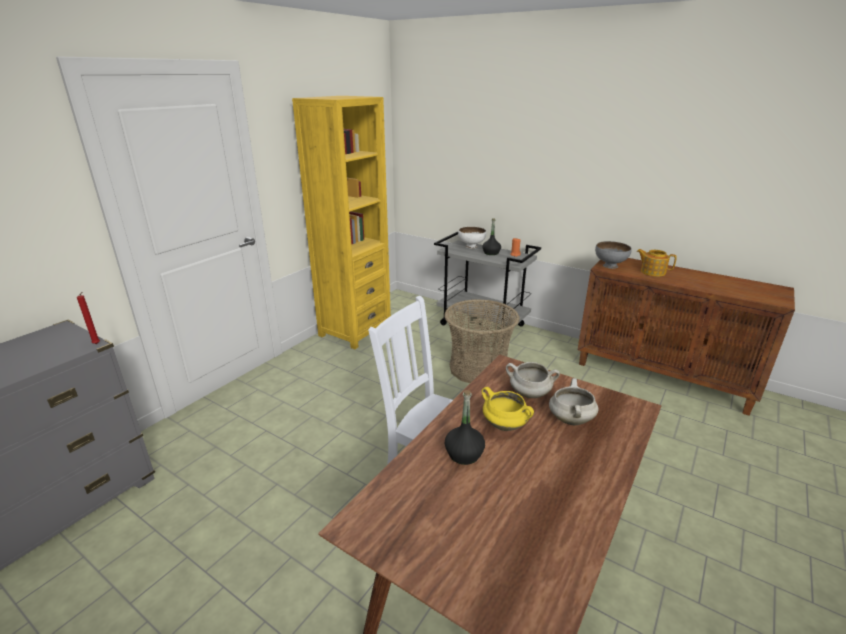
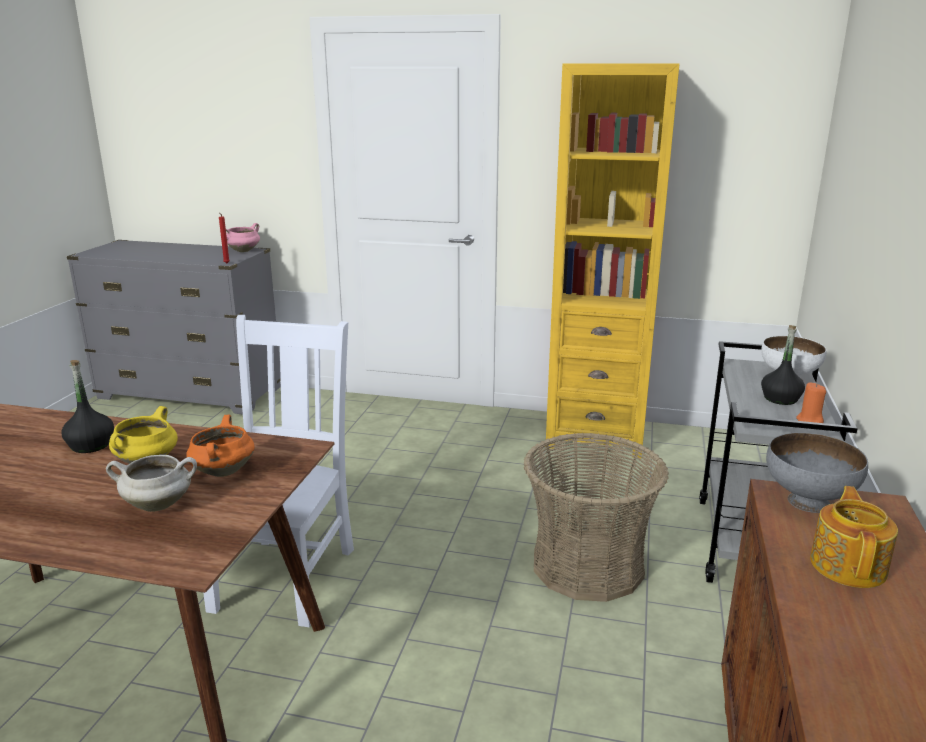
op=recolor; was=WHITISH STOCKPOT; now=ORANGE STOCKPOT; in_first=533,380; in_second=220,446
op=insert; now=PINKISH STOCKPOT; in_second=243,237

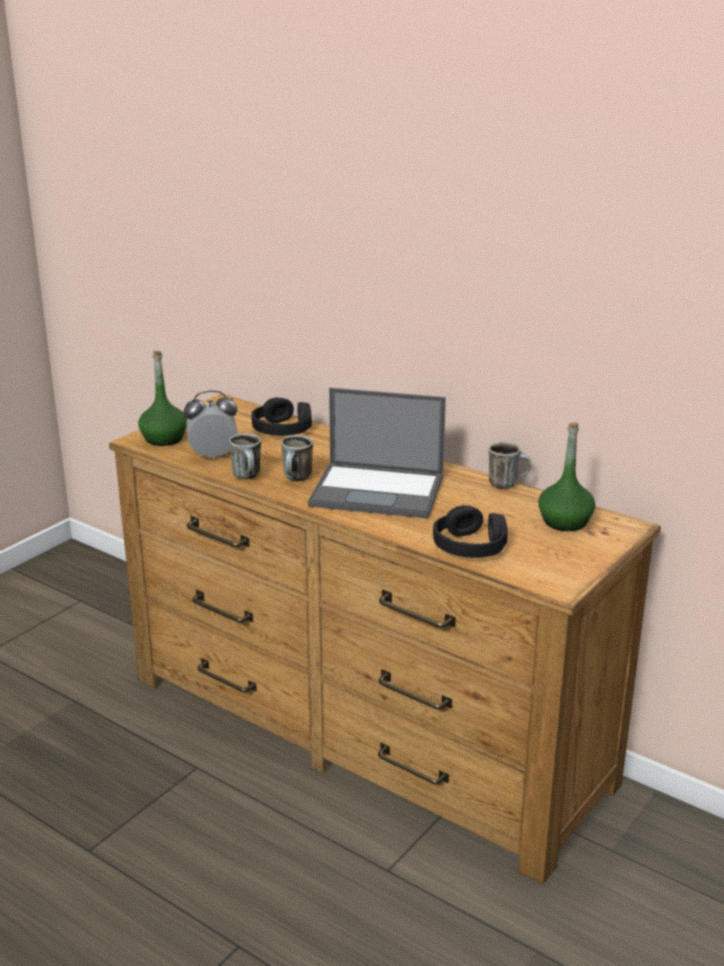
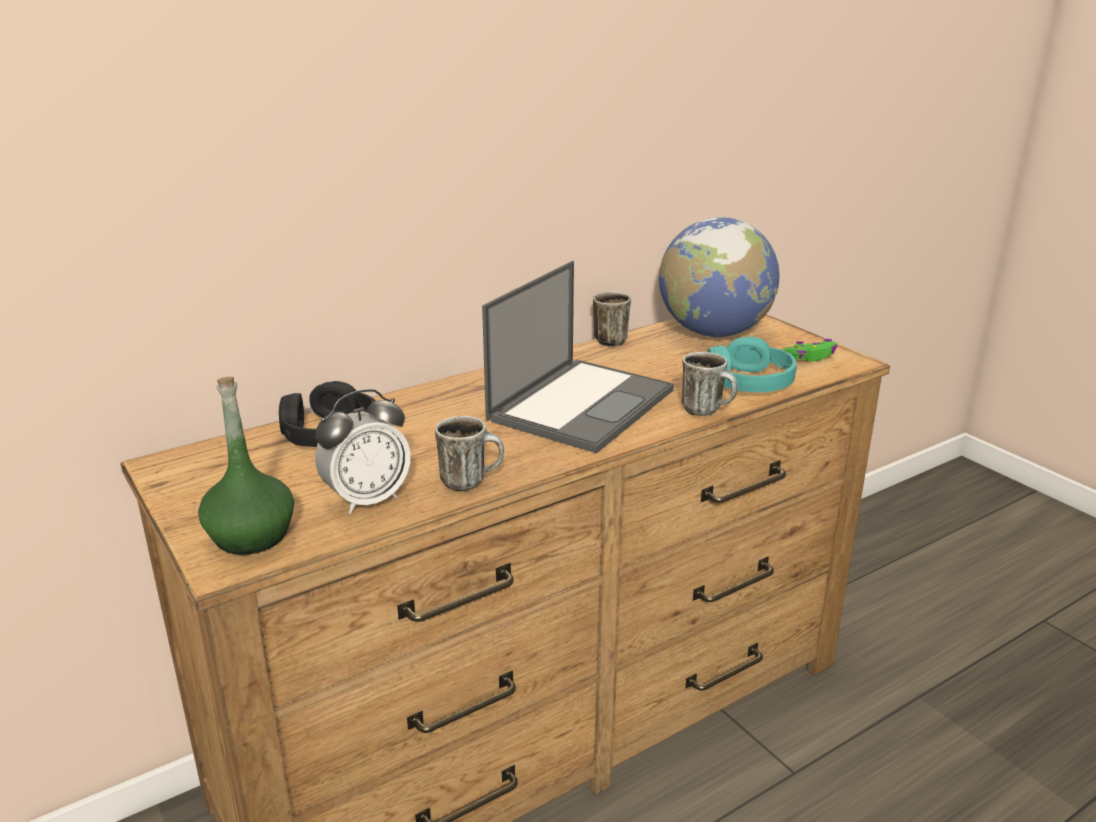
op=rotate; was=ALARM CLOCK; in_first=211,425; in_second=363,451; clockwise=-135
op=replace; was=GREENISH BOTTLE; now=DESK GLOBE; in_first=566,477; in_second=719,277
op=move; was=MUG; in_first=297,458; in_second=710,384
op=recolor; was=BLACKISH HEADSET; now=TURQUOISE-COLOURED HEADSET; in_first=470,531; in_second=752,364
op=insert; now=GREENISH GAMEPAD; in_second=810,350

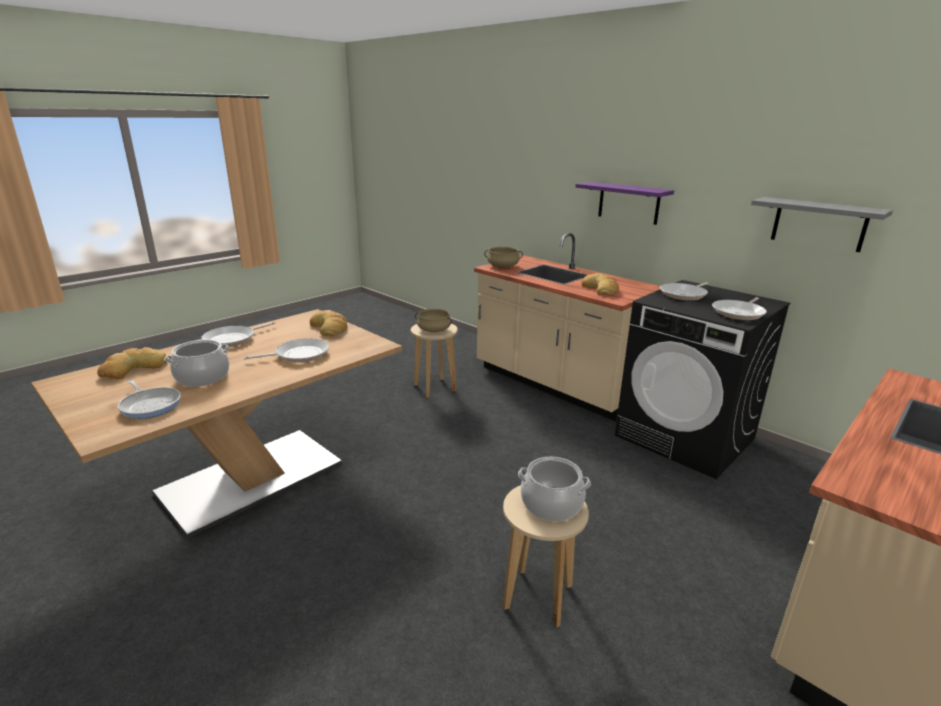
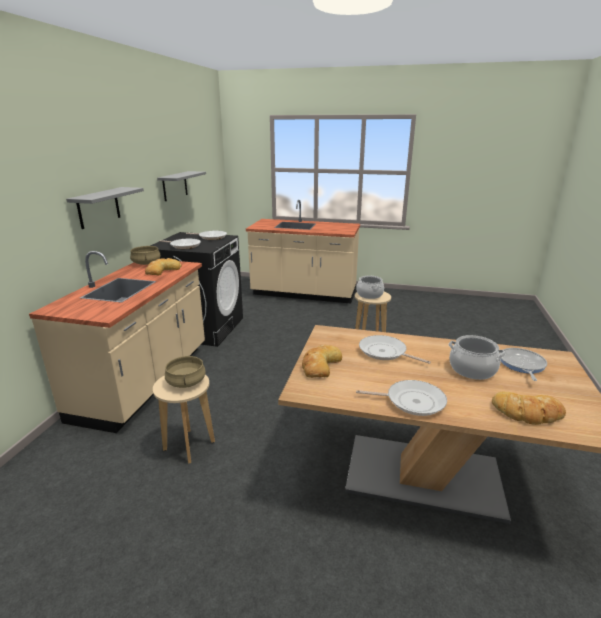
op=recolor; was=PURPLE-COLOURED SHELF; now=GREY SHELF; in_first=624,203; in_second=105,208
op=move; was=SAND-COLOURED STOCKPOT; in_first=503,257; in_second=145,255

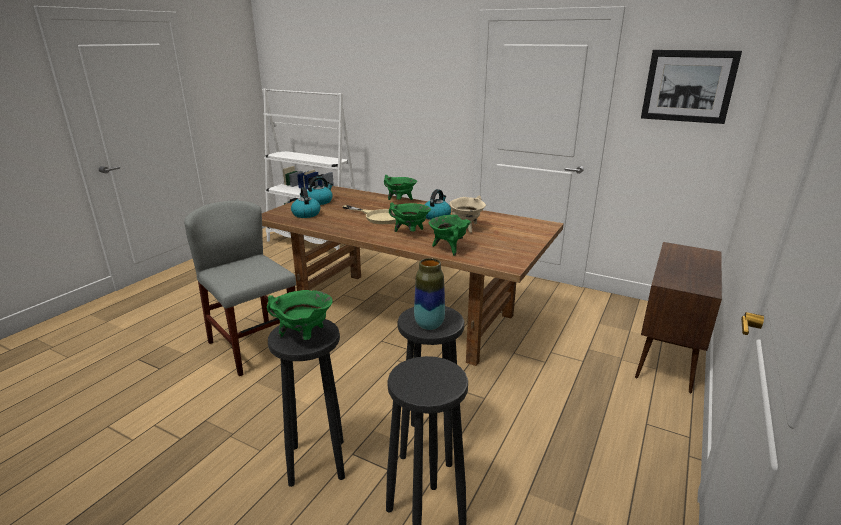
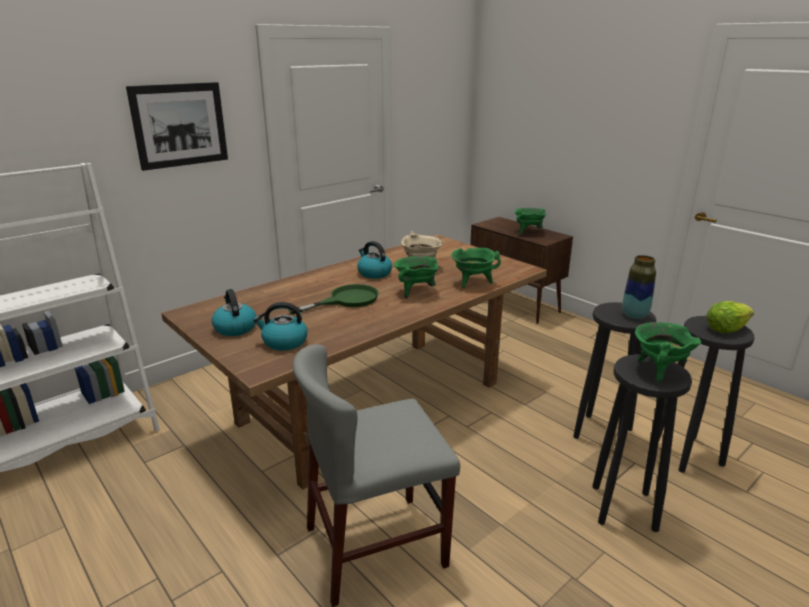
op=move; was=PICTURE; in_first=691,87; in_second=177,126
op=recolor; was=SAND-COLOURED PAN; now=GREENISH PAN; in_first=369,214; in_second=333,299
op=move; was=GREENISH STOCKPOT; in_first=400,187; in_second=530,221
op=insert; now=LETTUCE; in_second=730,317

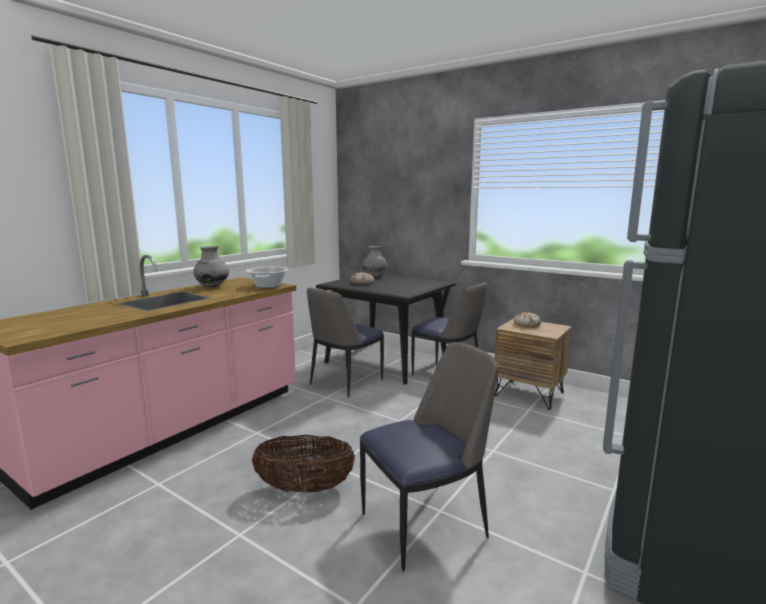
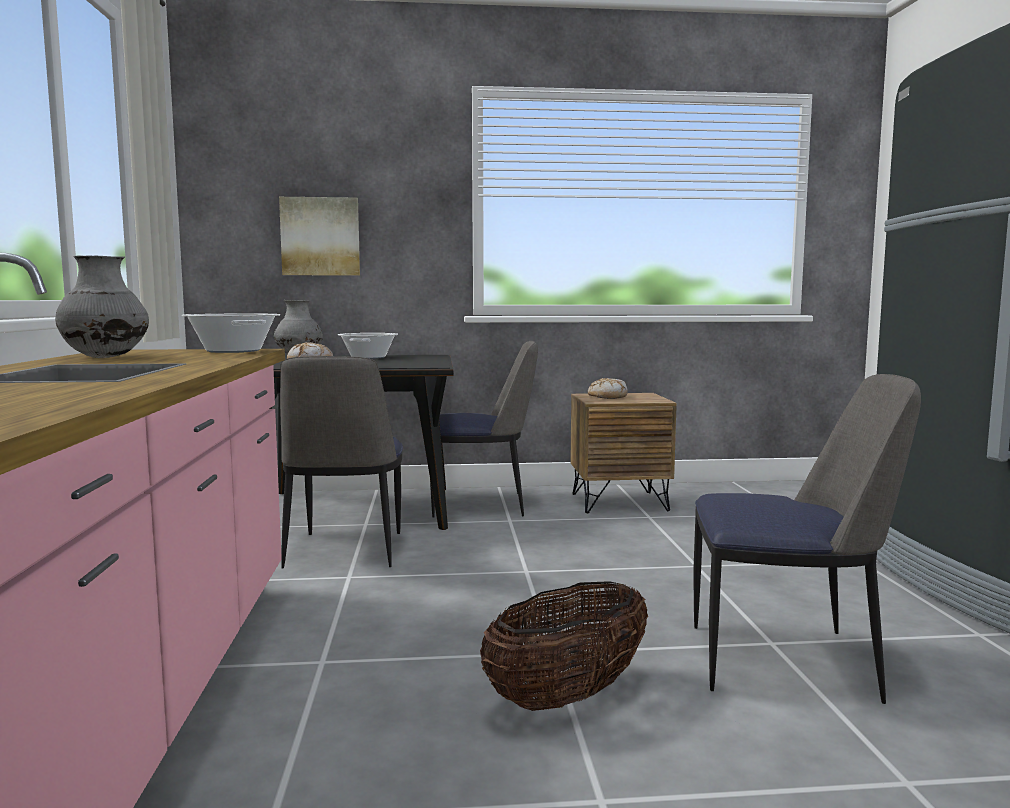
op=insert; now=PICTURE; in_second=319,236
op=insert; now=STOCKPOT; in_second=368,346
op=rotate; was=CHAIR; in_first=429,456; in_second=807,539; clockwise=75

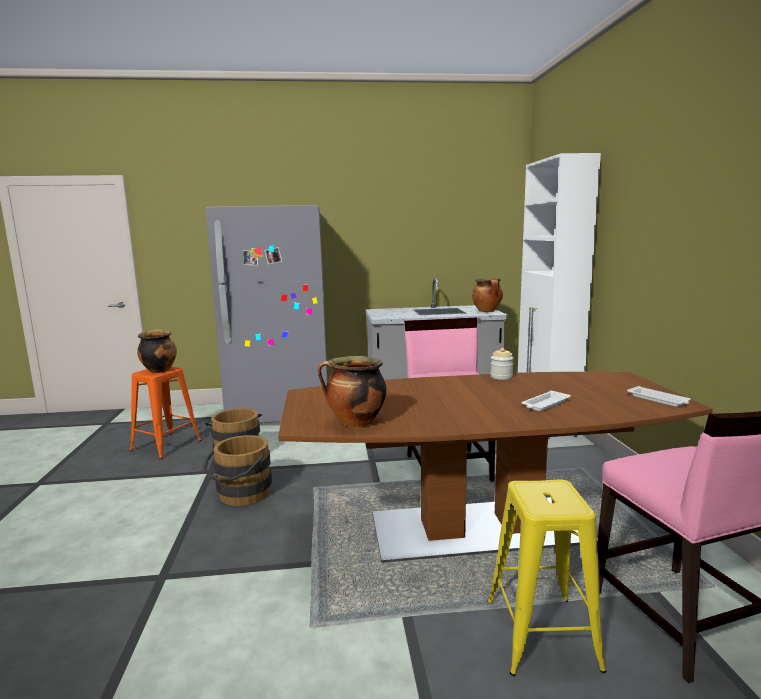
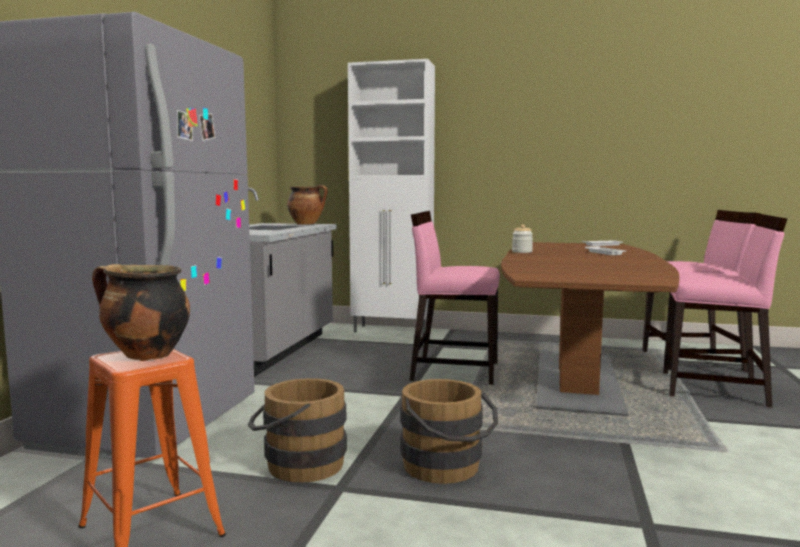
op=replace; was=YELLOW SITTING STOOL; now=PINKISH CHAIR; in_first=547,577; in_second=725,311
op=delete; was=STOCKPOT; in_first=352,391

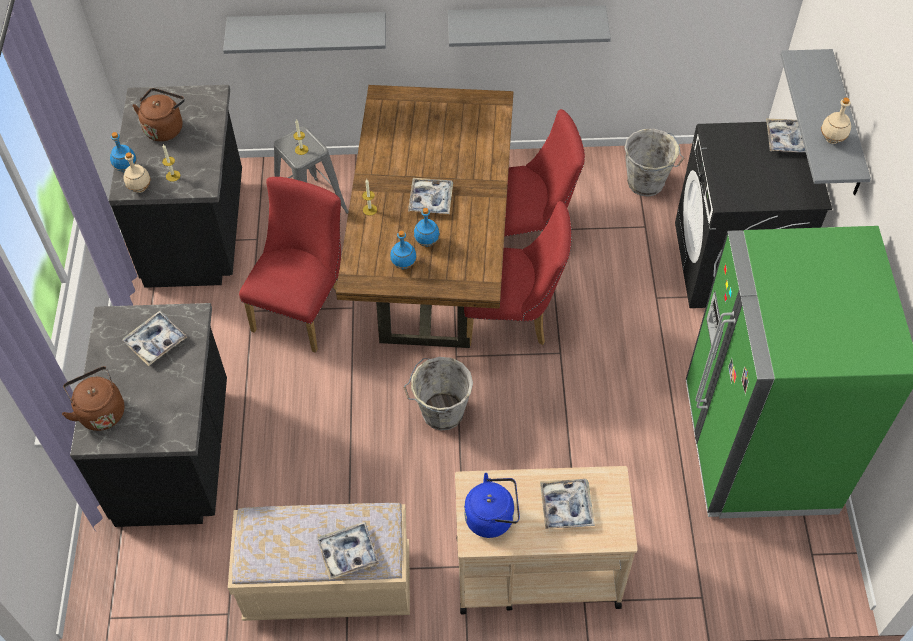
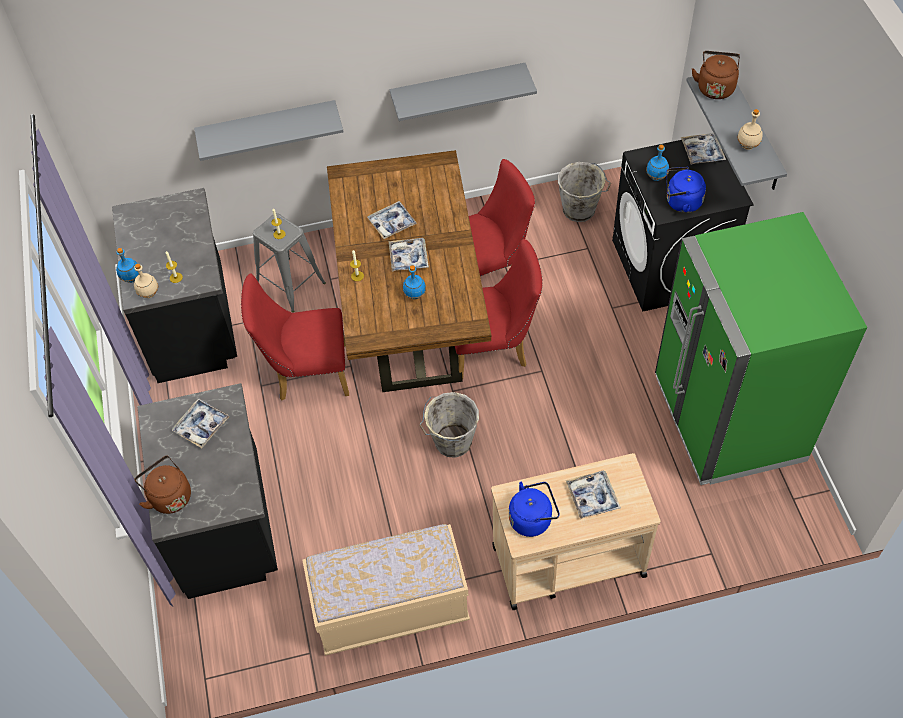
op=rotate; was=REDDISH CHAIR; in_first=290,265; in_second=295,337; clockwise=-105
op=move; was=TRAY; in_first=348,551; in_second=392,220
op=move; was=BLUISH BOTTLE; in_first=403,250; in_second=657,162
op=insert; now=BLUISH WATER KETTLE; in_second=686,190
op=move; was=BROWN-COLOURED WATER KETTLE; in_first=158,114; in_second=716,75

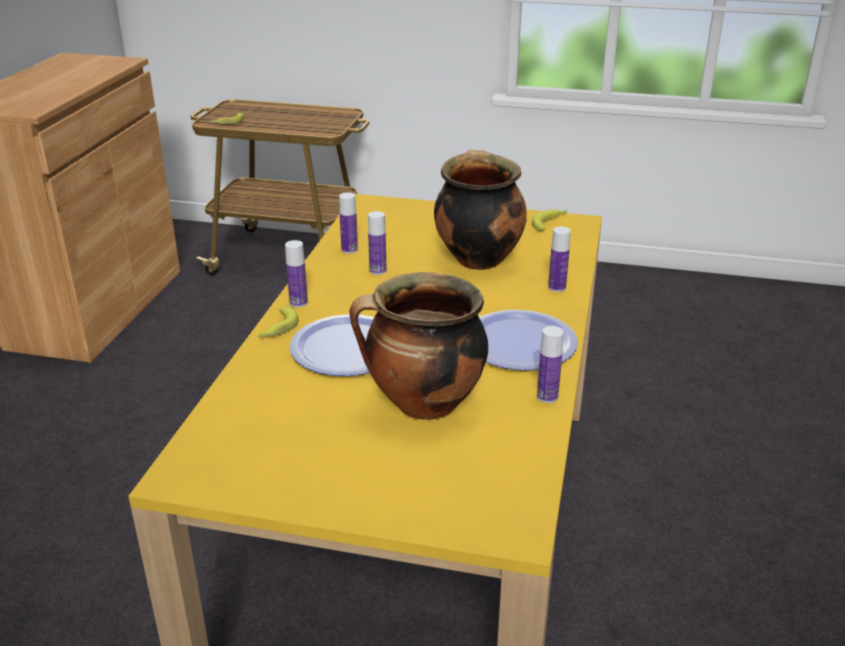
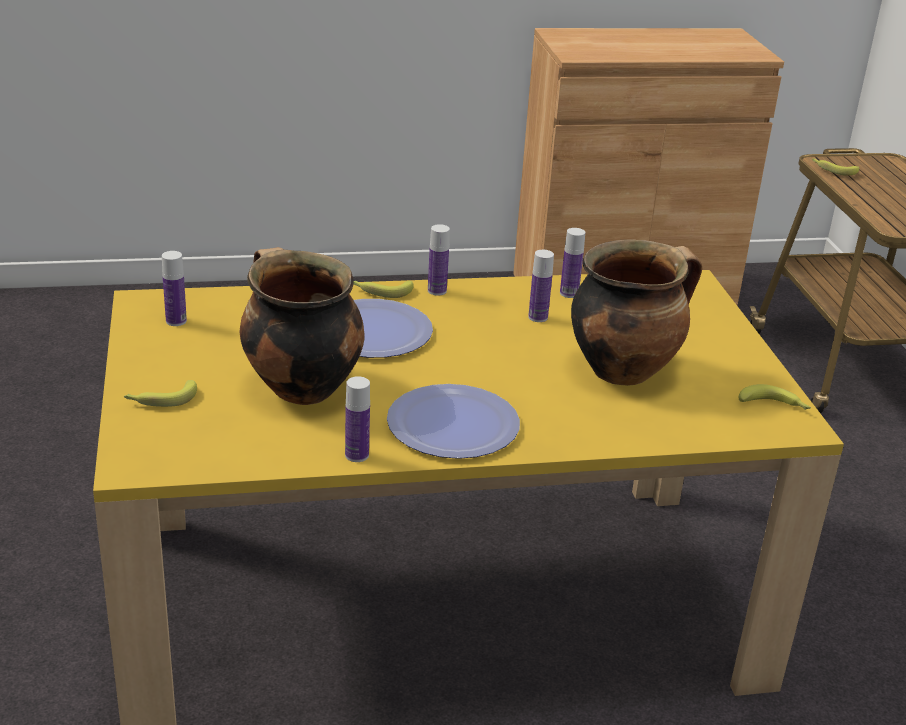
op=insert; now=WHOLE BANANA; in_second=160,393
op=move; was=BOTTLE; in_first=559,259; in_second=174,288

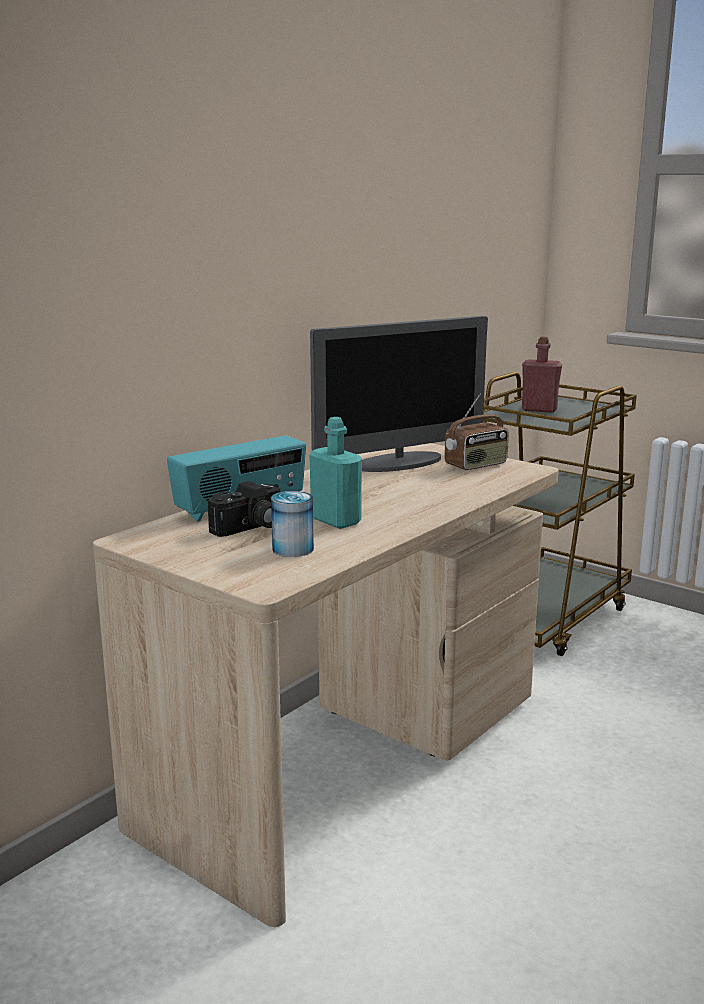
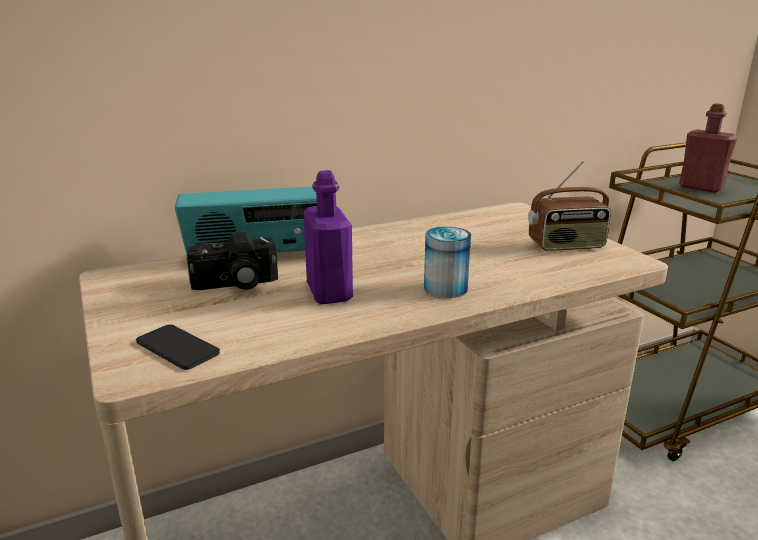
op=insert; now=PHONE; in_second=178,347
op=recolor; was=TURQUOISE-COLOURED BOTTLE; now=PURPLE-COLOURED BOTTLE; in_first=335,473; in_second=328,237
op=move; was=METAL CAN; in_first=292,524; in_second=447,262
op=delete; was=COMPUTER DISPLAY; in_first=399,394

